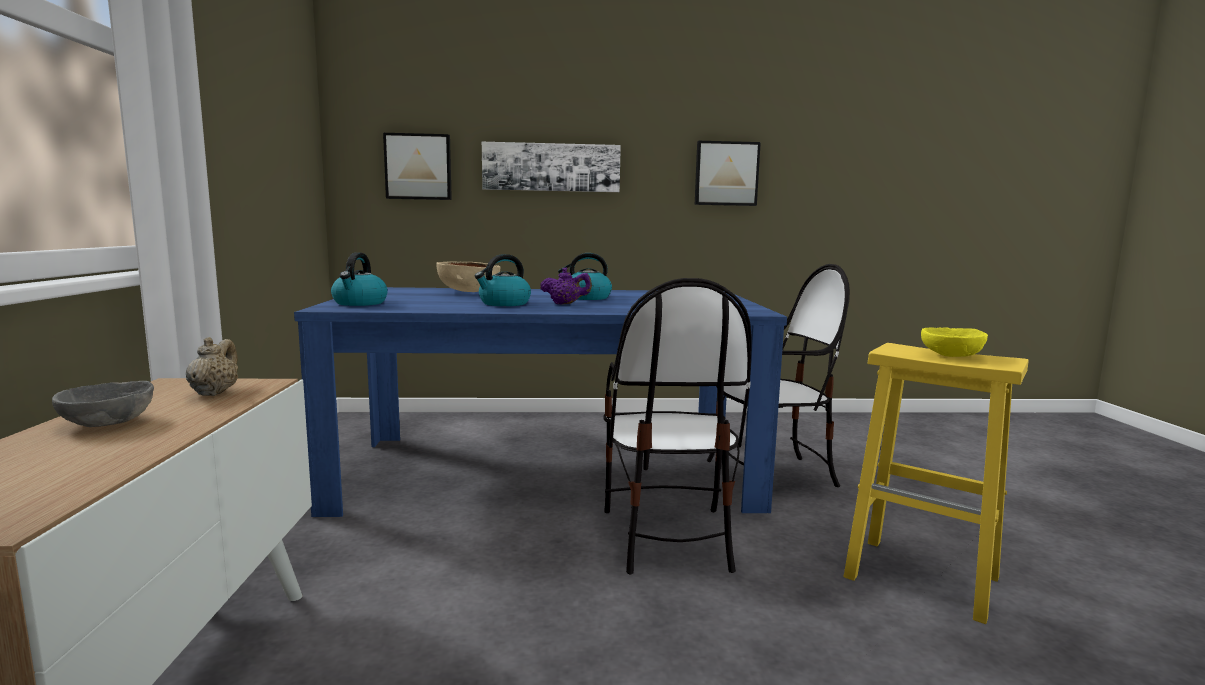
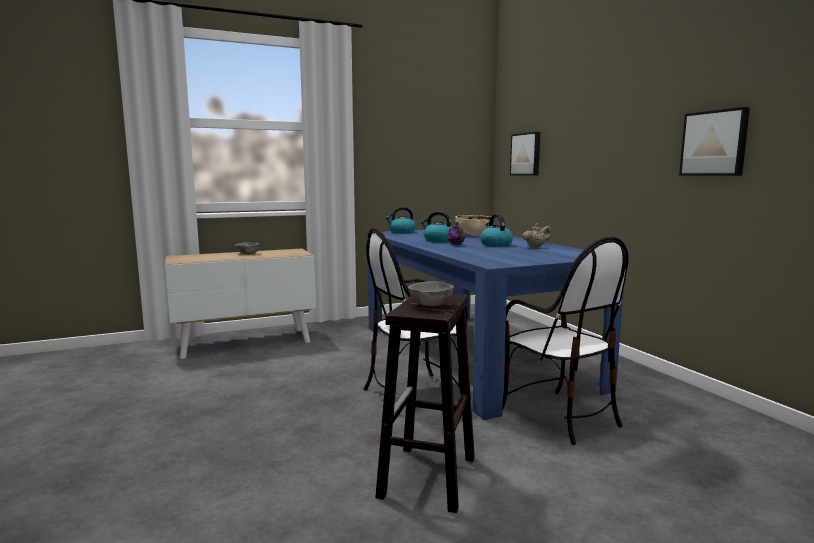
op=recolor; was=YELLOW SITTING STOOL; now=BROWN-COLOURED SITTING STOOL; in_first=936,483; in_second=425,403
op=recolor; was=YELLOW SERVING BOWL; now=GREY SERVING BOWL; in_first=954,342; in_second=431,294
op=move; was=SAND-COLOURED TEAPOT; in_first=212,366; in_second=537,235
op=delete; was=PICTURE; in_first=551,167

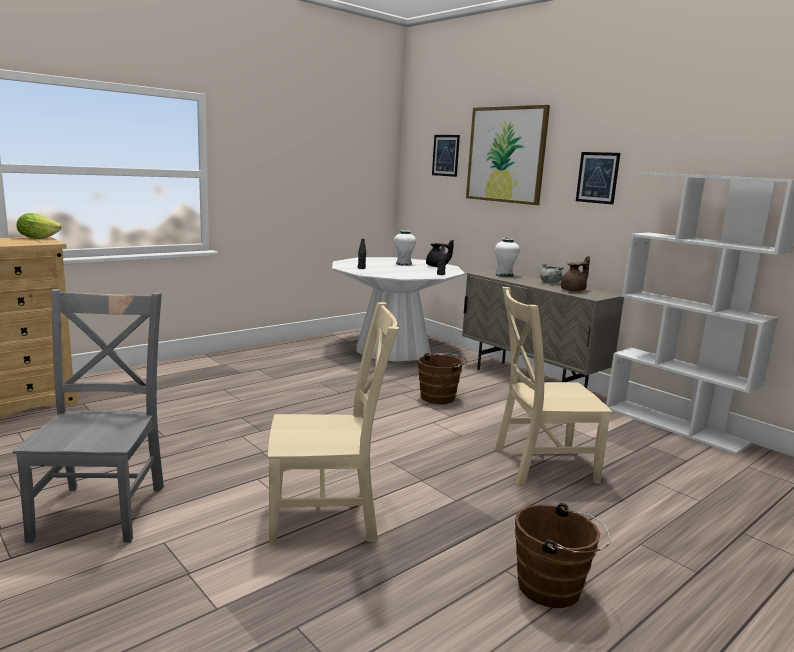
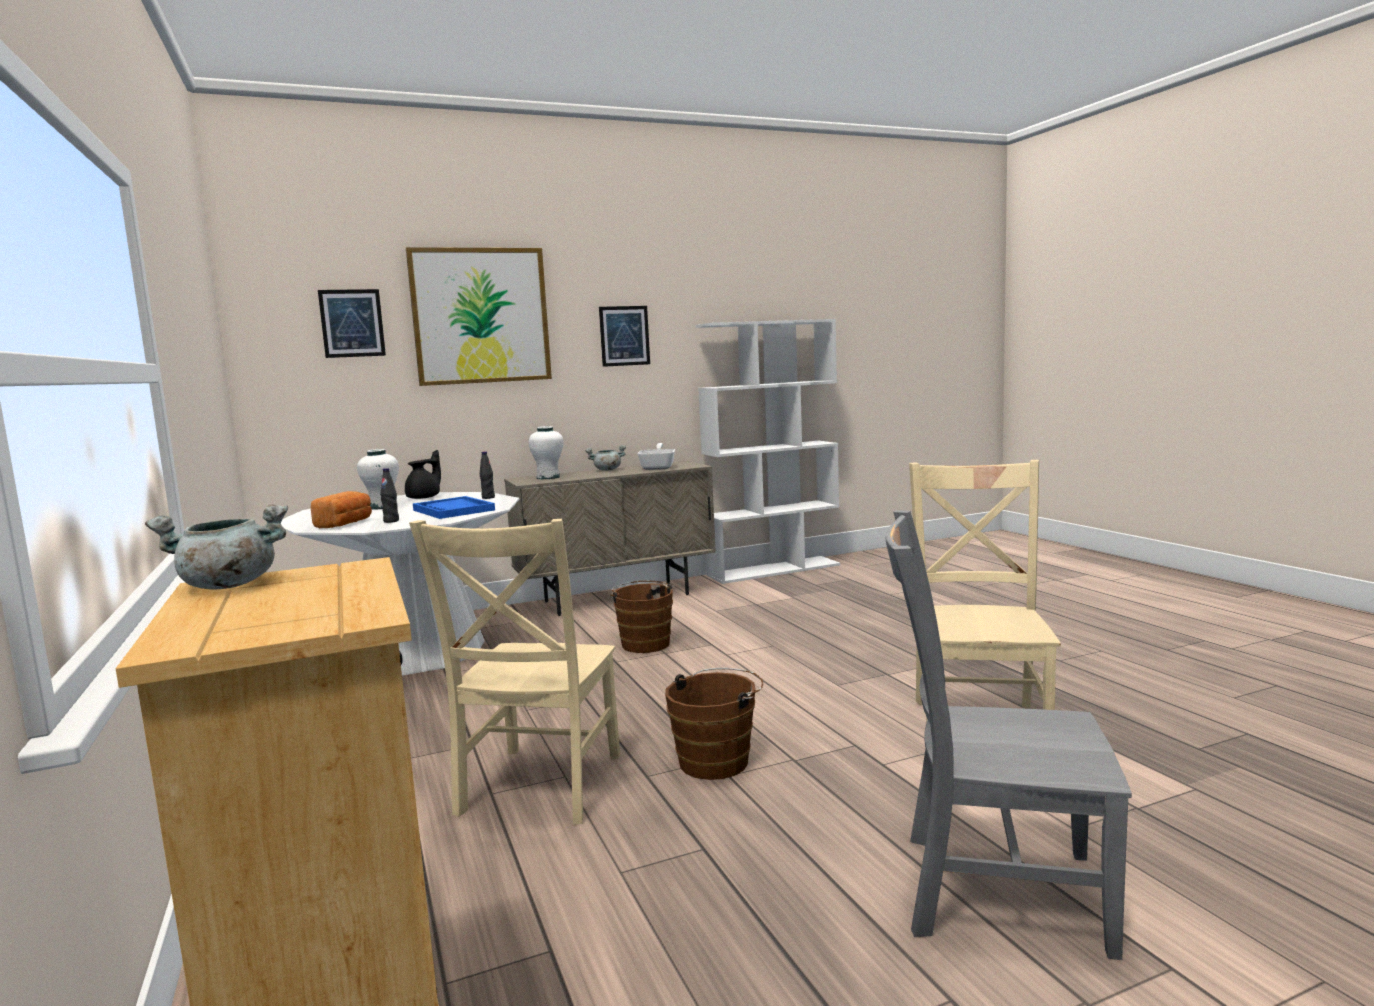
op=replace; was=LETTUCE; now=GREY STOCKPOT; in_first=39,226; in_second=216,547
op=insert; now=BREAD; in_second=341,509
op=move; was=SAND-COLOURED CHAIR; in_first=553,386; in_second=514,672
op=insert; now=BLUISH TRAY; in_second=454,507
op=replace; was=BROWN-COLOURED TEAPOT; now=PAN; in_first=575,274; in_second=656,456
op=move; was=BROWN-COLOURED WATER BUCKET; in_first=563,555; in_second=714,724

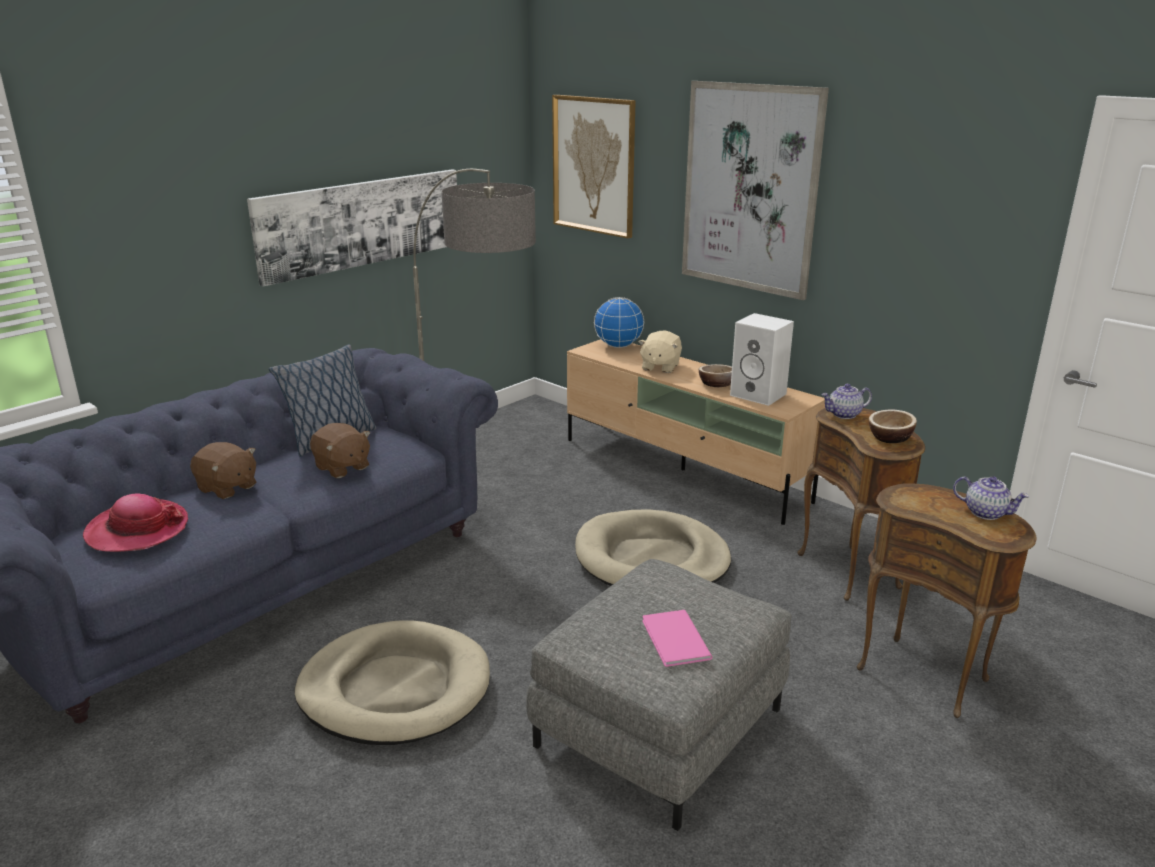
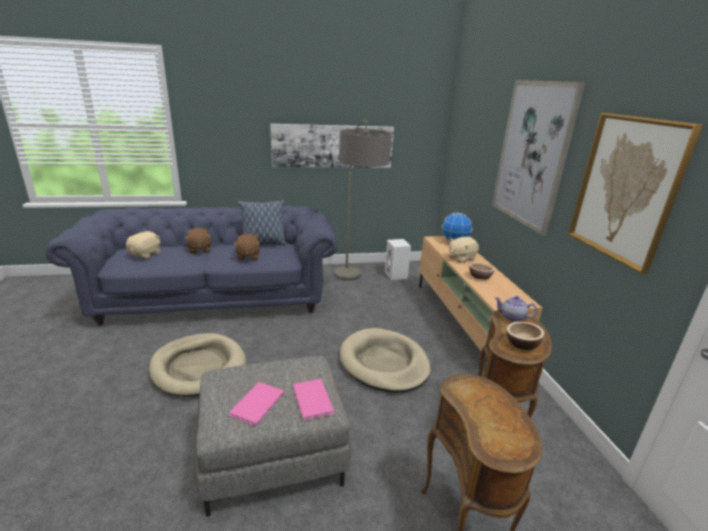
op=replace; was=HAT; now=SAND-COLOURED SOFT TOY; in_first=135,522; in_second=143,244
op=insert; now=PINKISH VOLUME; in_second=313,399
op=move; was=WHITISH SPEAKER; in_first=762,359; in_second=398,259
op=move; was=PICTURE; in_first=594,166; in_second=635,193
op=delete; was=TEAPOT; in_first=991,498

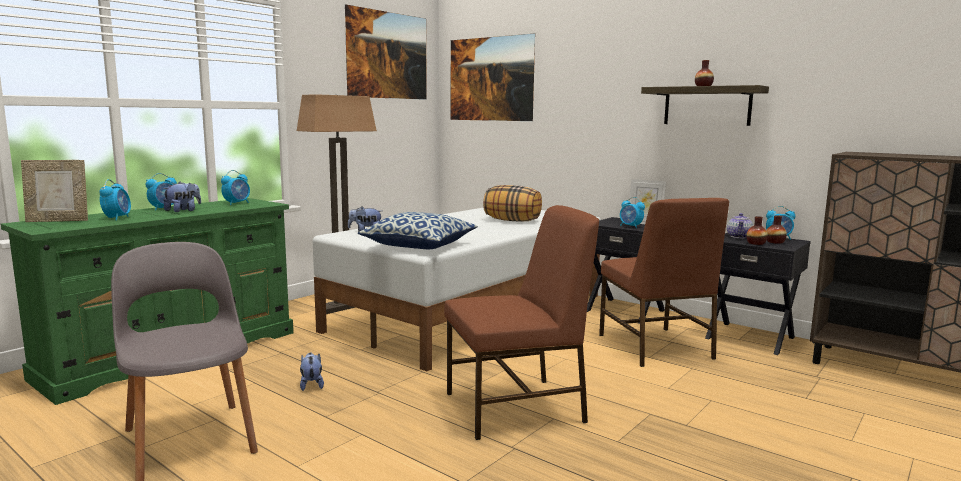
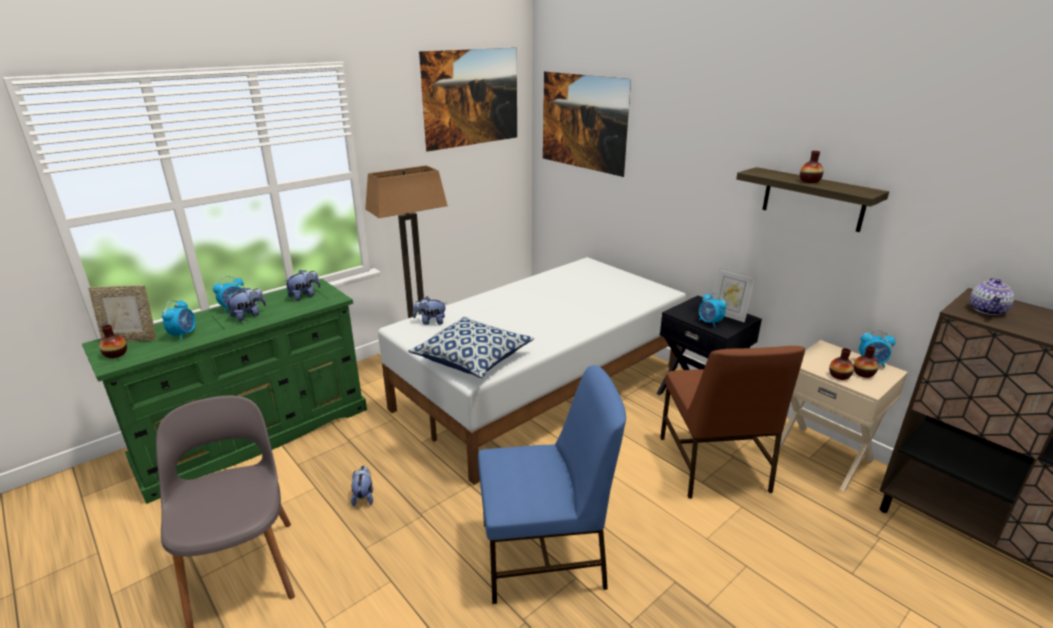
op=insert; now=DECORATIVE VASE; in_second=113,341
op=replace; was=ALARM CLOCK; now=SOFT TOY; in_first=235,187; in_second=302,285
op=recolor; was=BROWN-COLOURED CHAIR; now=BLUISH CHAIR; in_first=521,322; in_second=552,484
op=recolor; was=BLACKISH BEDSIDE TABLE; now=SAND-COLOURED BEDSIDE TABLE; in_first=758,294; in_second=840,416
op=move; was=TEAPOT; in_first=740,225; in_second=992,296
op=delete; was=THROW PILLOW; in_first=512,203

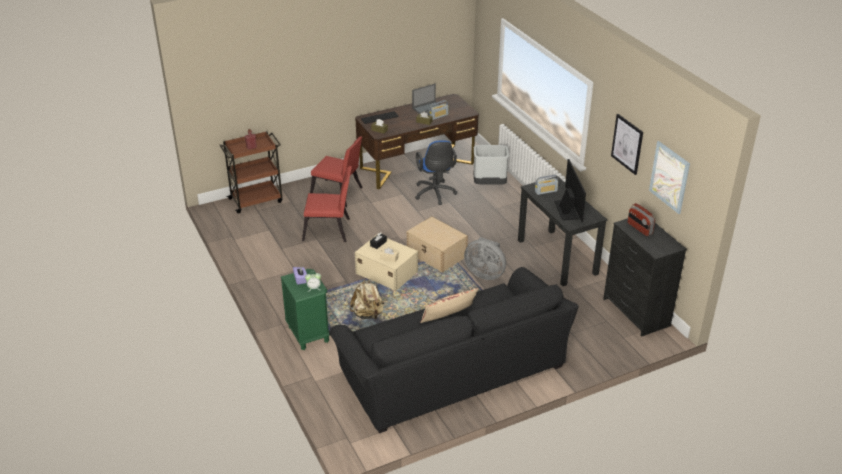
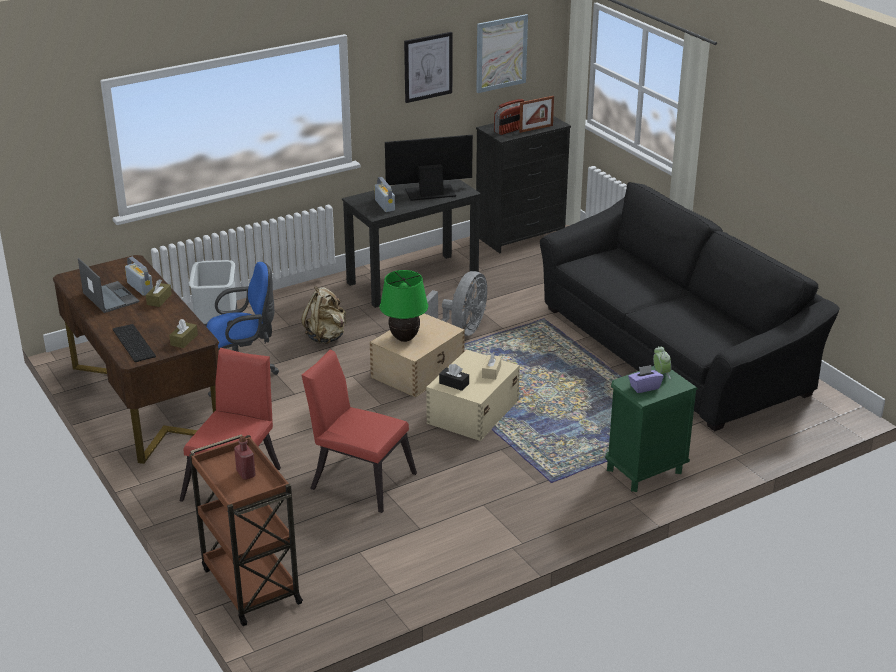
op=rotate; was=REDDISH CHAIR; in_first=327,204; in_second=359,431; clockwise=-60
op=move; was=SAND-COLOURED BACKPACK; in_first=367,299; in_second=324,315
op=insert; now=GREENISH TABLETOP LAMP; in_second=404,306
op=insert; now=STANDING FRAME; in_second=536,114
op=delete; was=SAND-COLOURED THROW PILLOW; in_first=449,305

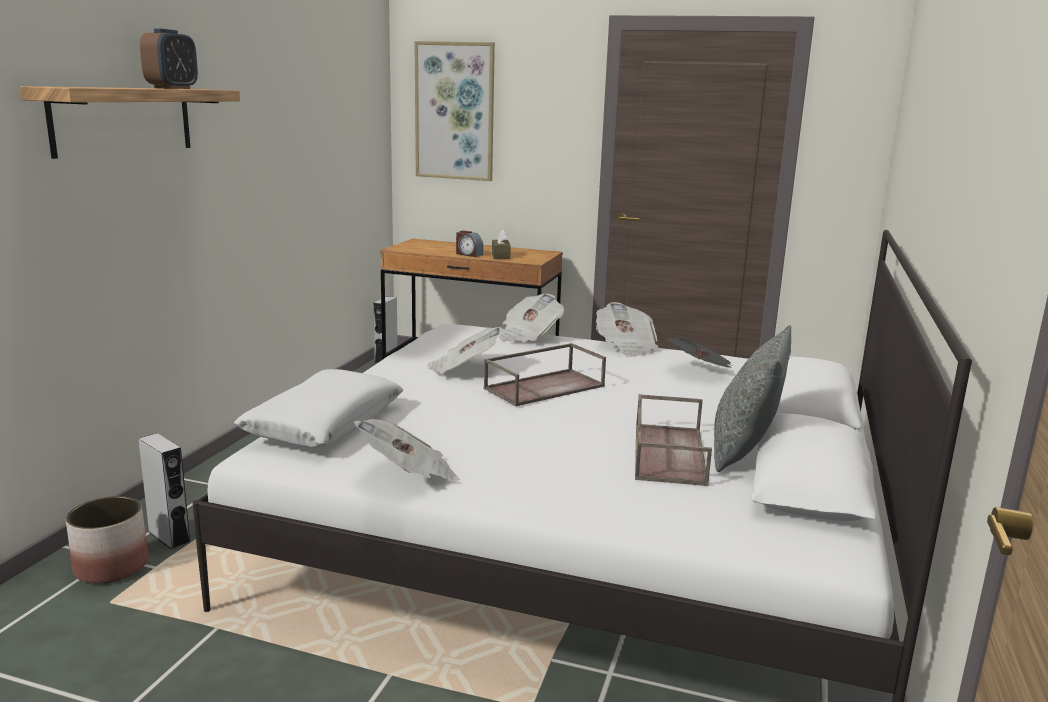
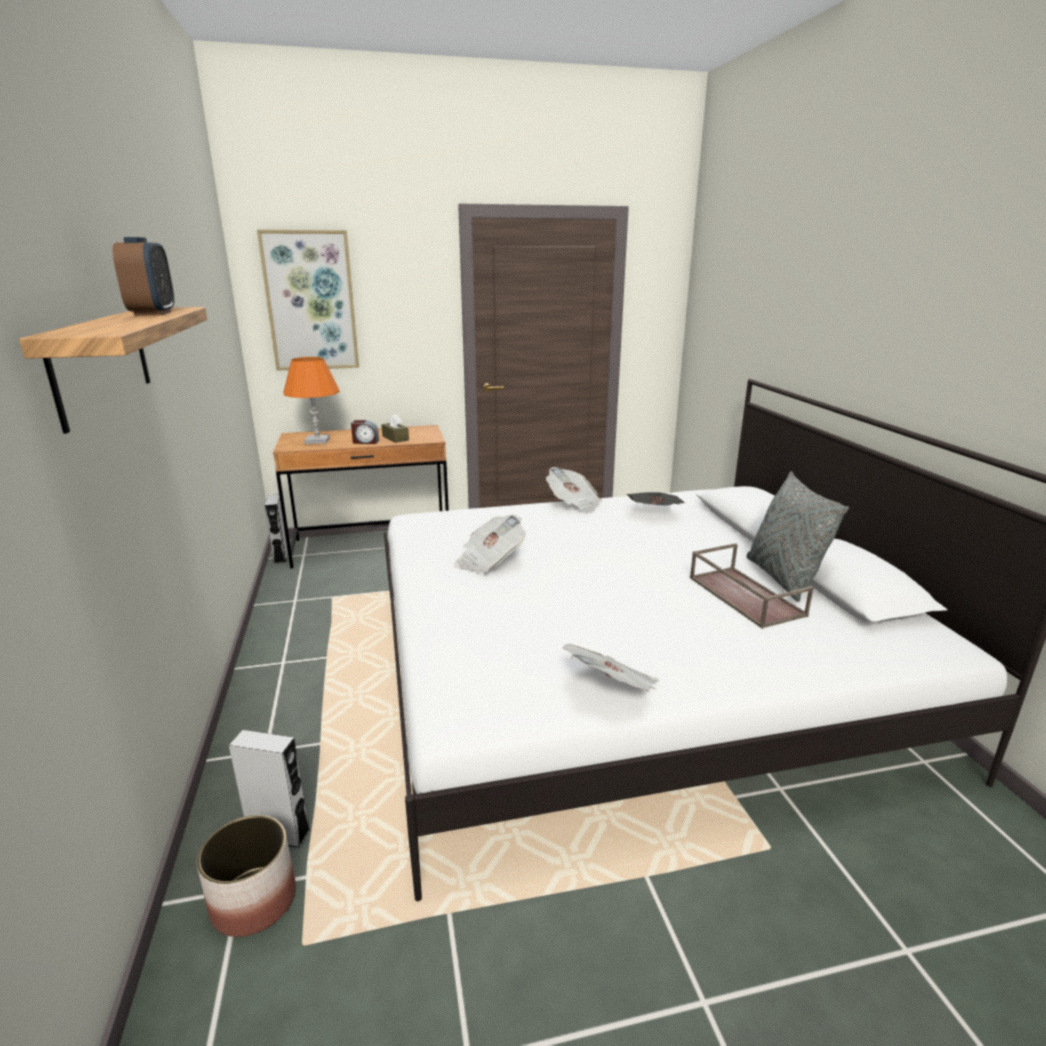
op=insert; now=ORANGE TABLETOP LAMP; in_second=312,400
op=delete; was=WHITISH THROW PILLOW; in_first=318,408
op=delete; was=BROWN-COLOURED TRAY; in_first=544,374
op=delete; was=DAILY PAPER; in_first=531,317

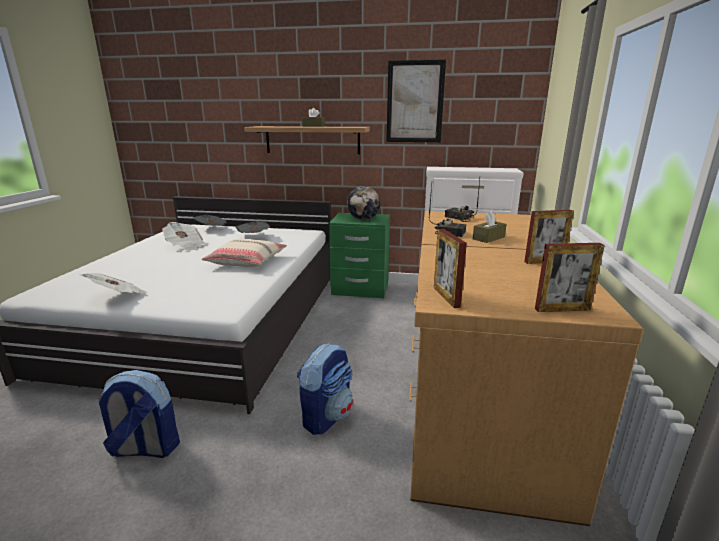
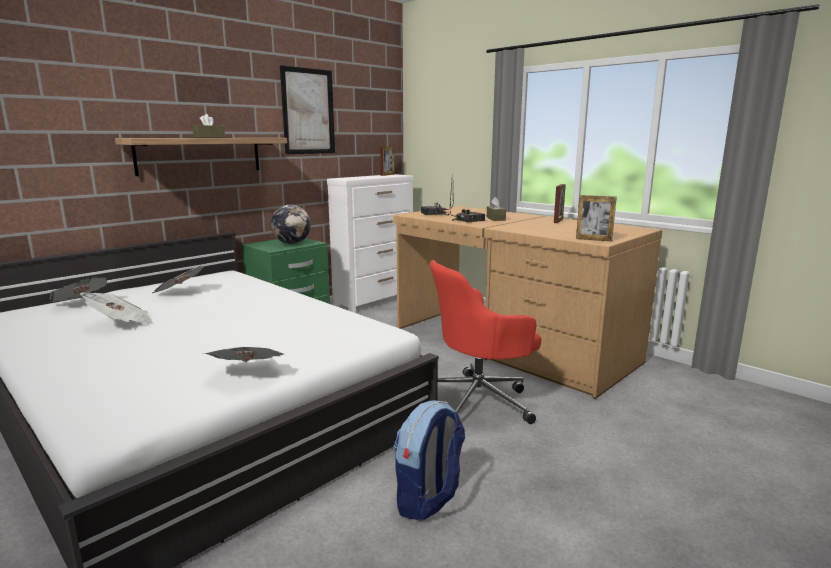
op=move; was=STANDING FRAME; in_first=570,277; in_second=387,161
op=replace; was=BACKPACK; now=REDDISH COMPUTER CHAIR; in_first=325,389; in_second=485,342
op=delete; was=SAND-COLOURED THROW PILLOW; in_first=244,253

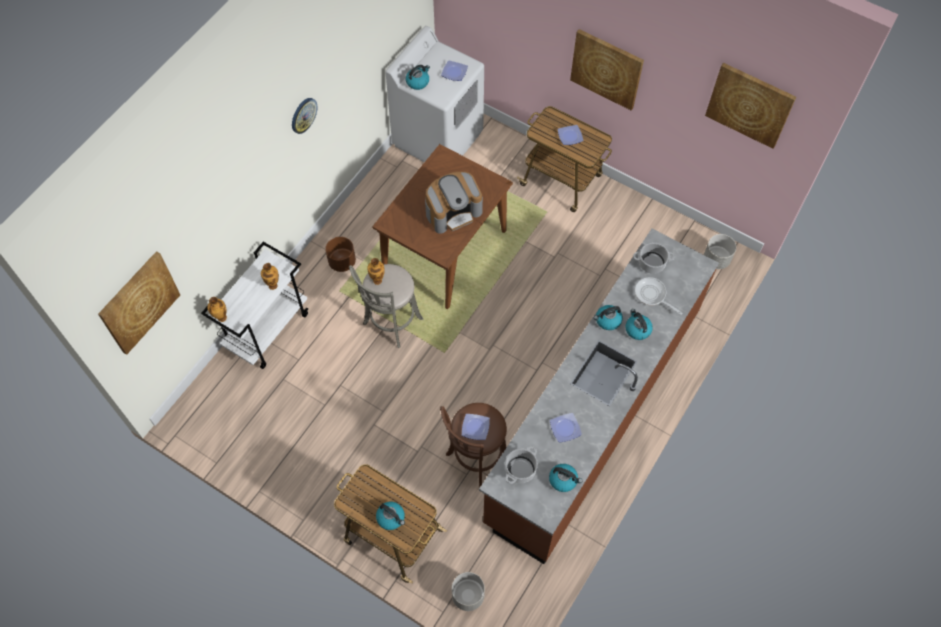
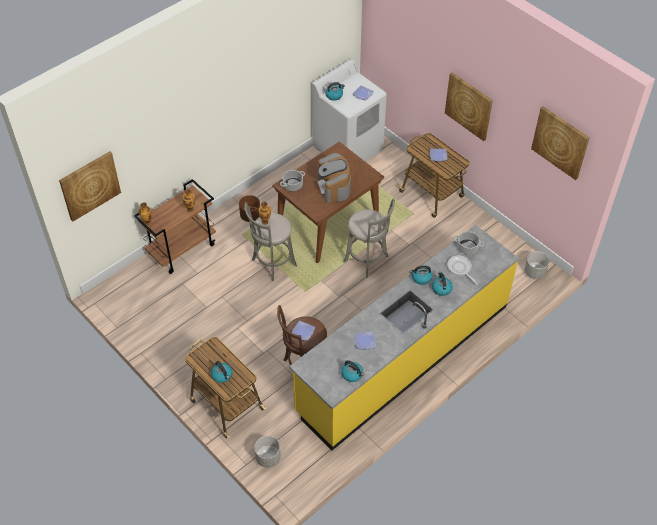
op=recolor; was=WHITISH WHEELED CART; now=BROWN-COLOURED WHEELED CART; in_first=255,305; in_second=175,226
op=move; was=STOCKPOT; in_first=521,465; in_second=292,180
op=recolor; was=BROWN-COLOURED COUNTER; now=YELLOW COUNTER; in_first=599,396; in_second=404,337
op=rotate; was=COFFEE MAKER; in_first=454,203; in_second=334,178; clockwise=90
op=insert; now=GREY SITTING STOOL; in_second=369,237
op=delete; was=WALL CLOCK; in_first=305,116

